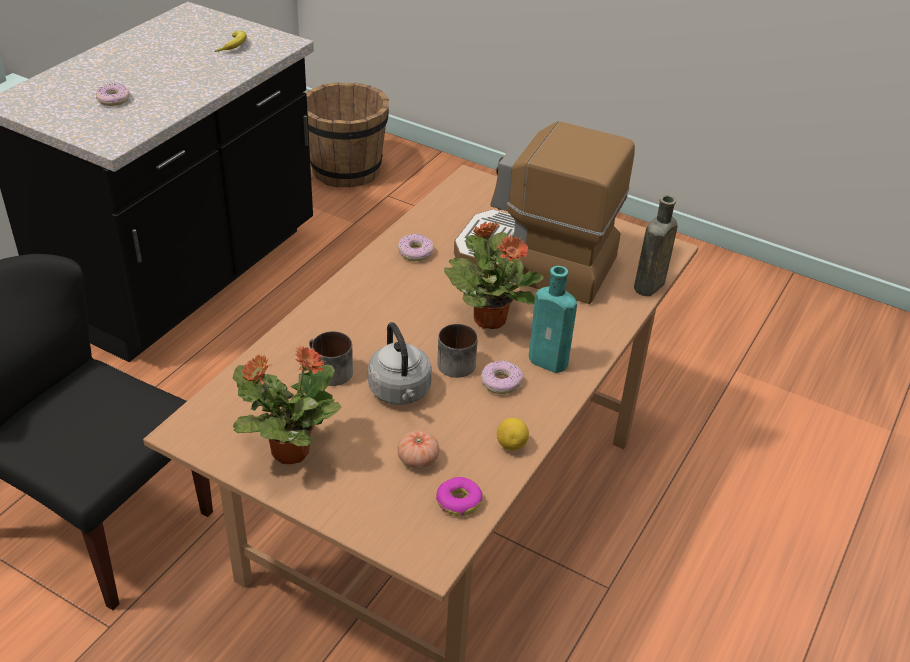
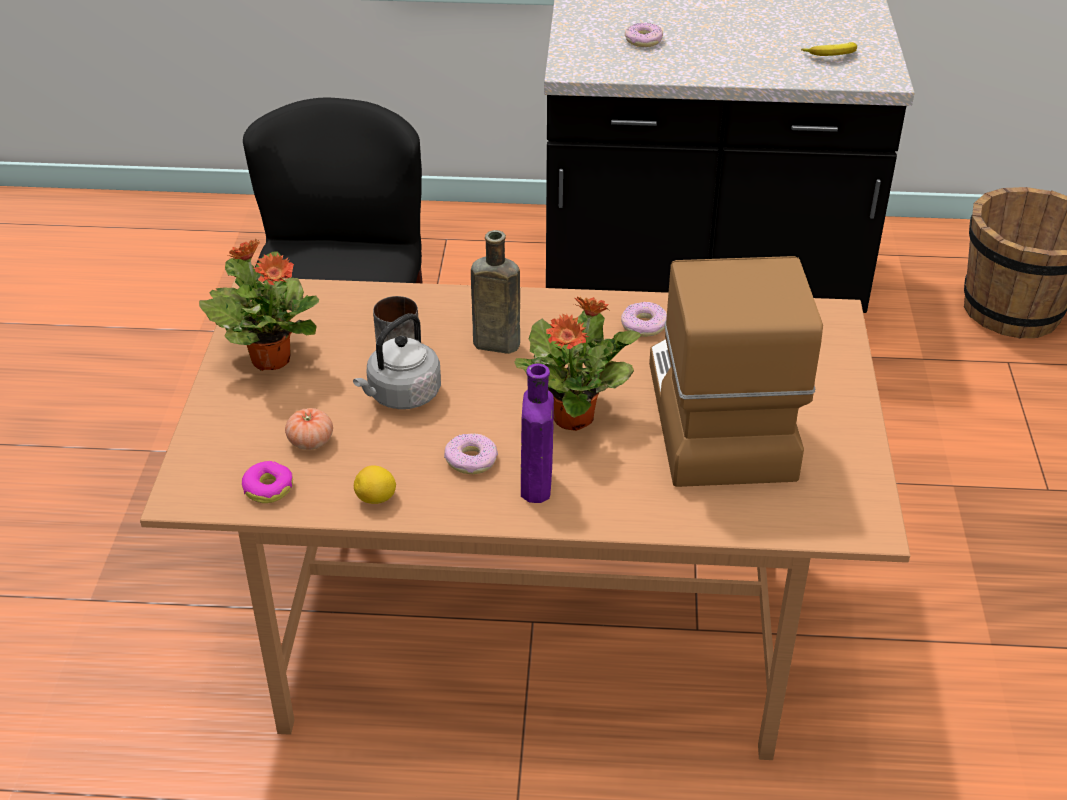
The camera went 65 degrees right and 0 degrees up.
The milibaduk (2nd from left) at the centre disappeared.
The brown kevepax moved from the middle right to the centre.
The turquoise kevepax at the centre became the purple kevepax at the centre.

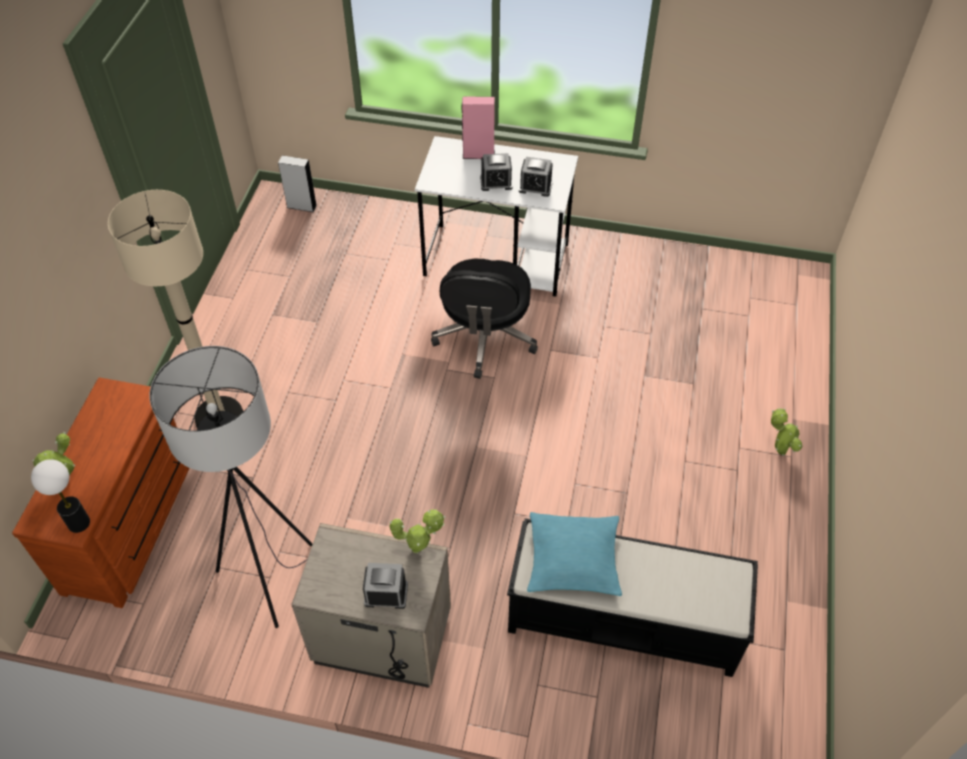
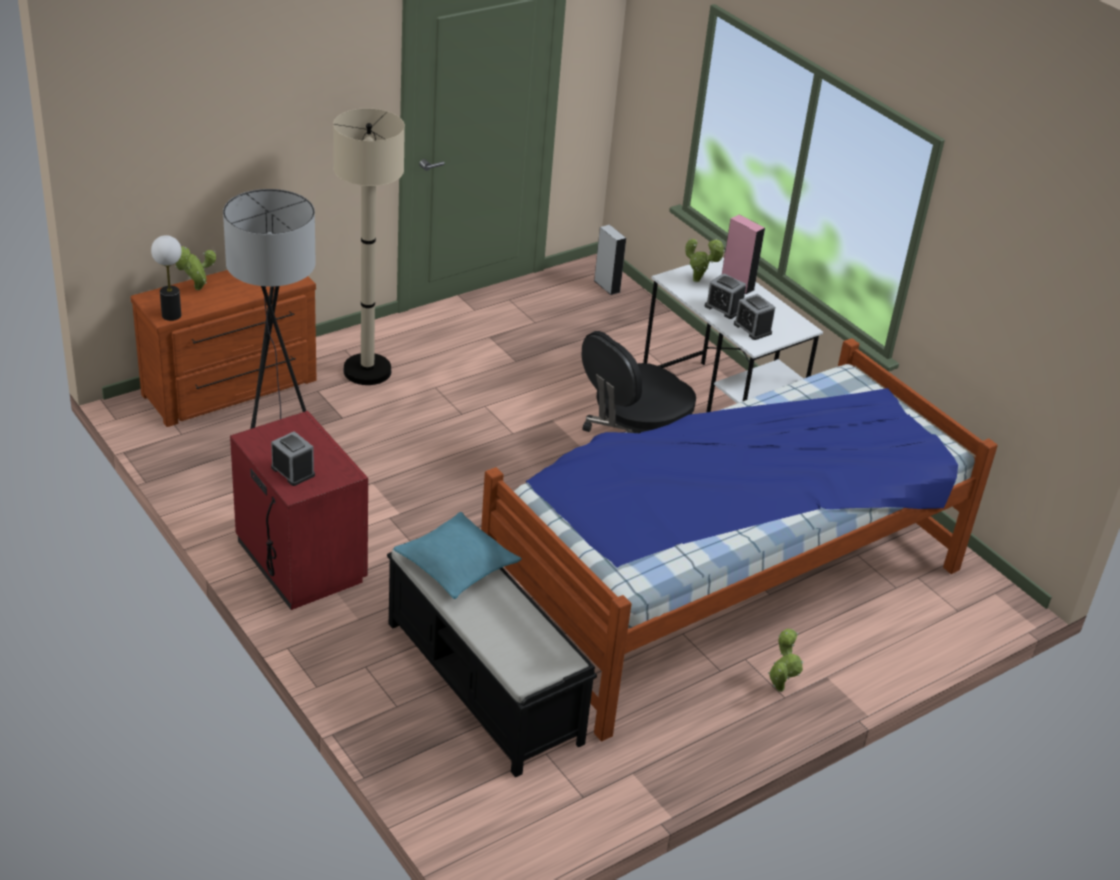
The camera went 40 degrees right and 15 degrees down.
The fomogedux at the centre appeared.
The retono (2nd from left) moved from the bottom centre to the top centre.
The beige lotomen at the bottom centre became the red lotomen at the middle left.

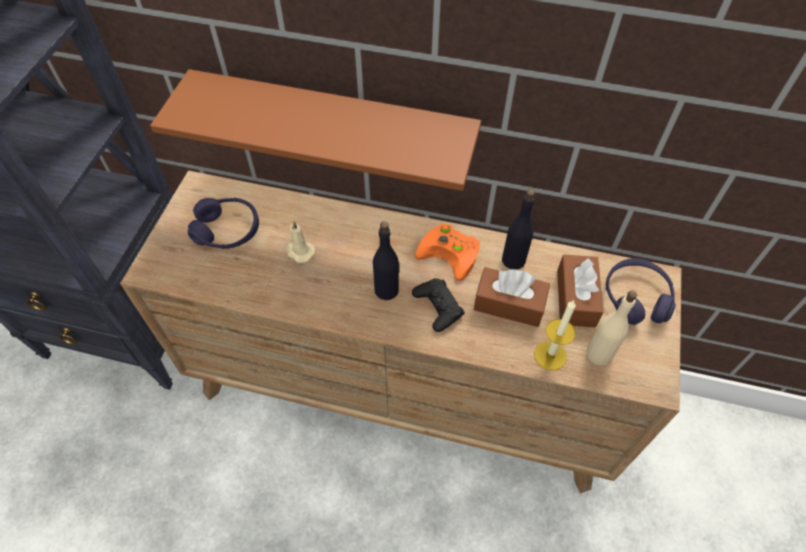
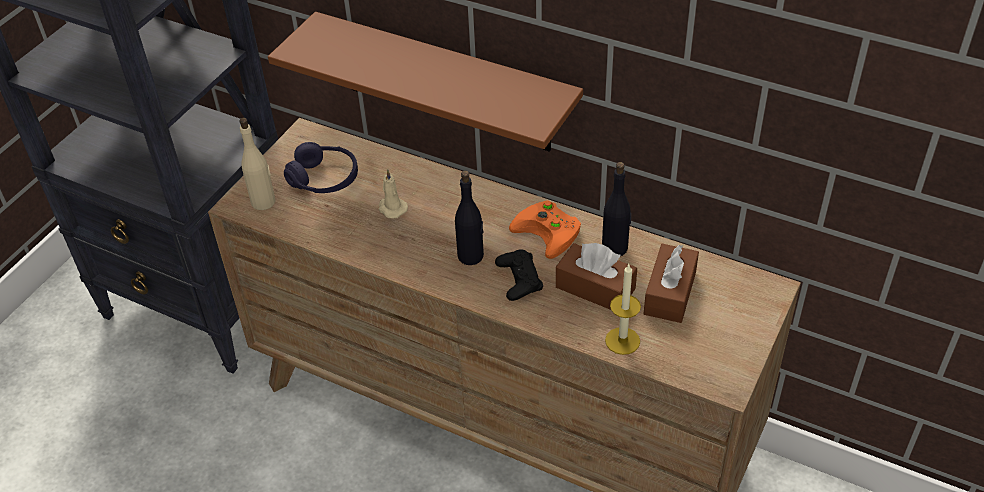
The camera went 15 degrees right and 10 degrees down.
The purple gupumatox (2nd from left) at the middle right disappeared.
The beige kevepax moved from the middle right to the top left.

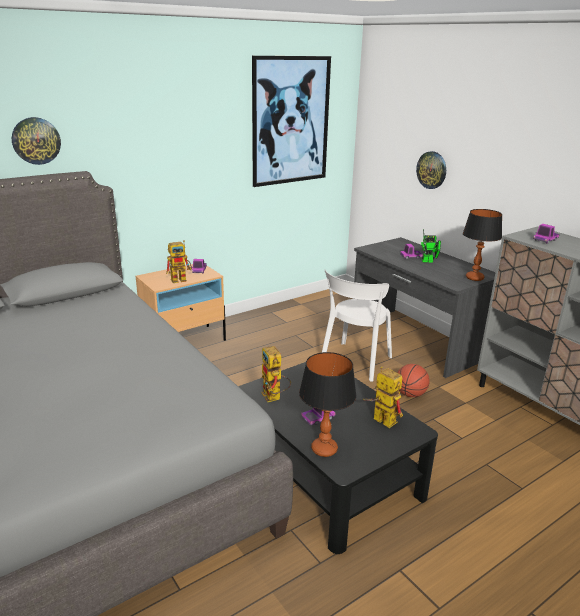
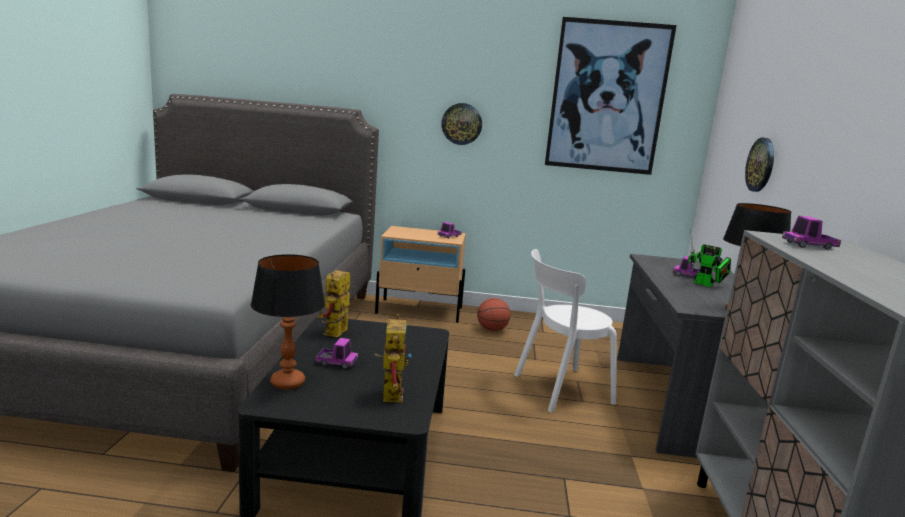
The camera went 40 degrees right and 10 degrees down.
The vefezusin (1st from left) at the middle left disappeared.
The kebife (1st from left) moved from the top left to the top centre.
The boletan moved from the middle right to the centre.

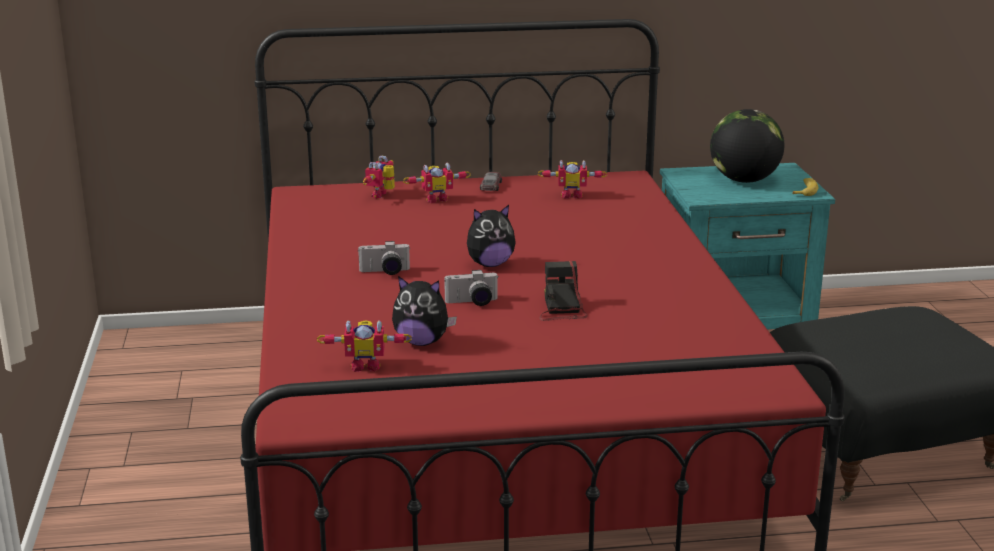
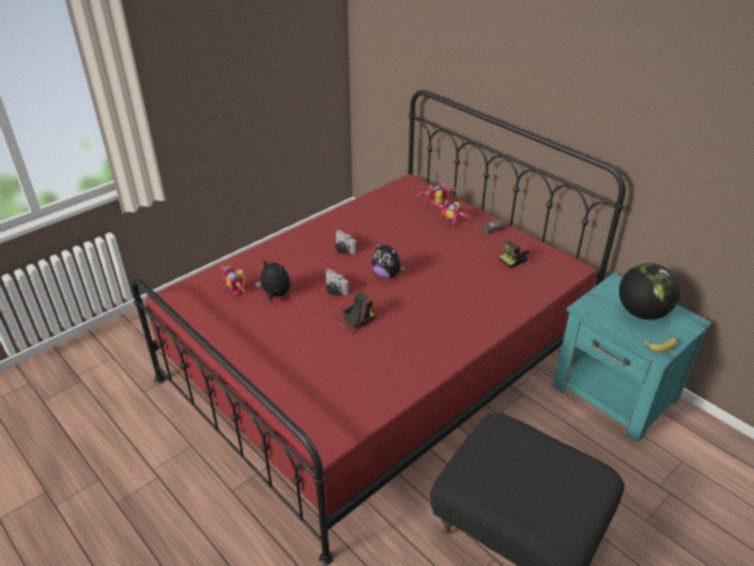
The camera went 55 degrees right and 15 degrees up.
The vefezusin (4th from left) at the top centre was replaced by the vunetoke (4th from left) at the middle right.
The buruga (1st from left) at the centre turned 135 degrees clockwise.

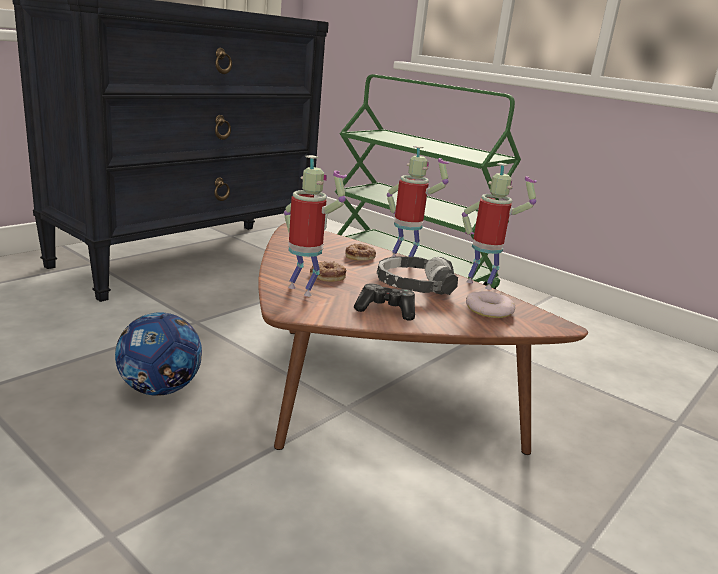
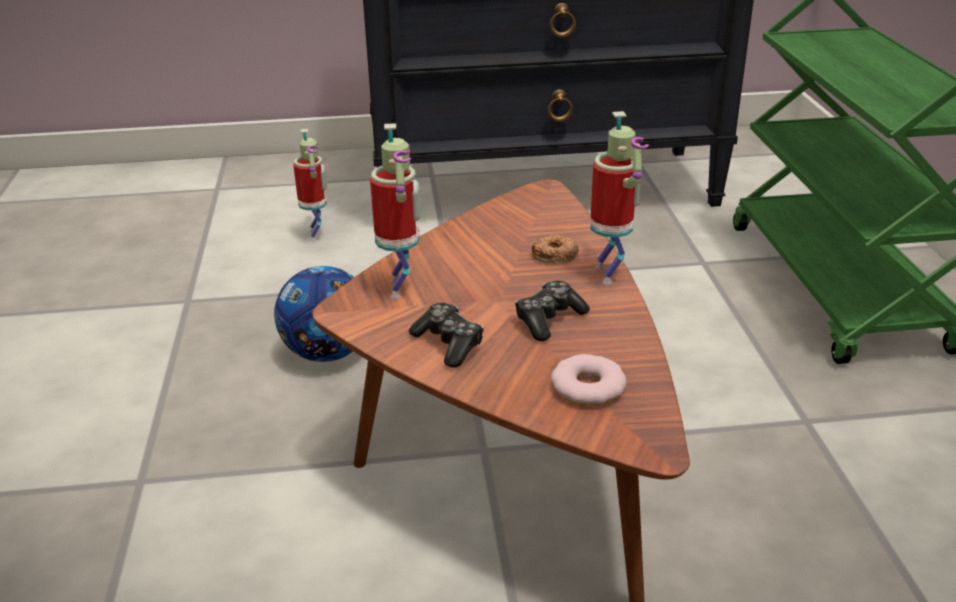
The camera went 45 degrees right and 10 degrees up.
The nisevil (1st from left) at the centre disappeared.
The vefezusin (3rd from left in the first image) moved from the middle right to the top left.
The gupumatox at the centre was replaced by the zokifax (2nd from left) at the centre.

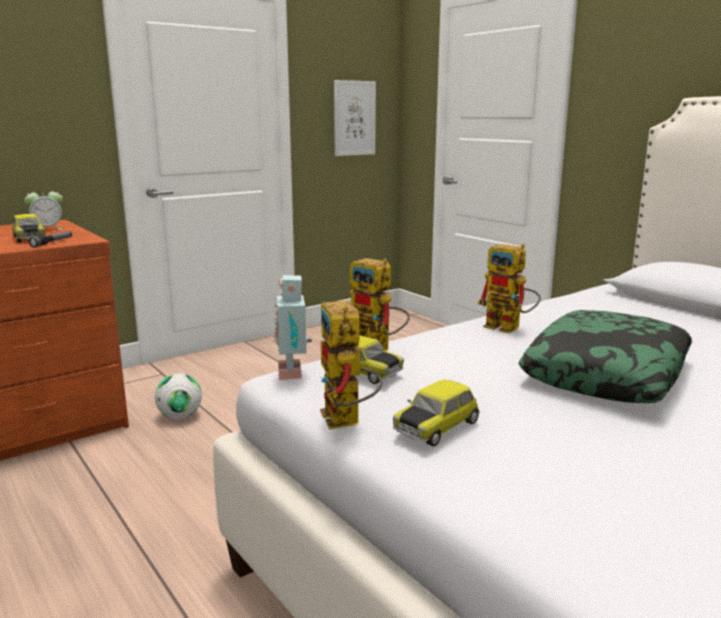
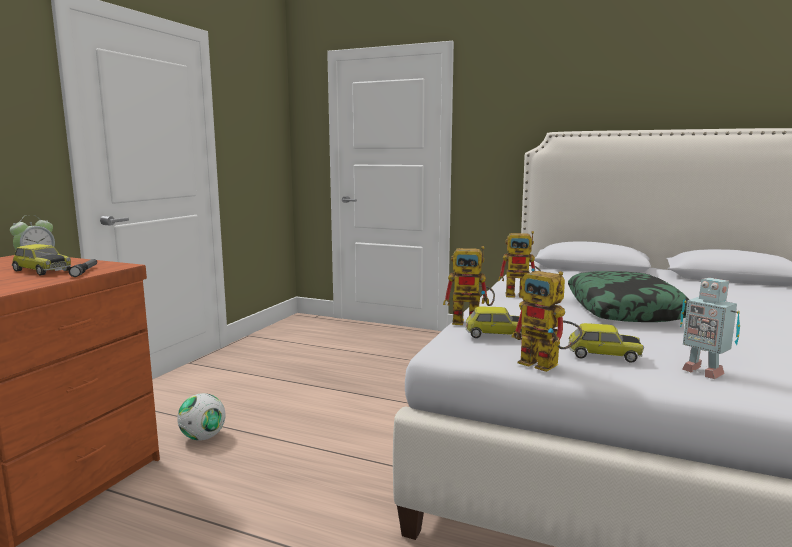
The camera went 30 degrees left and 5 degrees down.
The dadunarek at the top centre disappeared.
The vefezusin (1st from left in the first image) moved from the centre to the middle right.
The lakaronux (3rd from left) at the bottom centre turned 90 degrees counterclockwise.

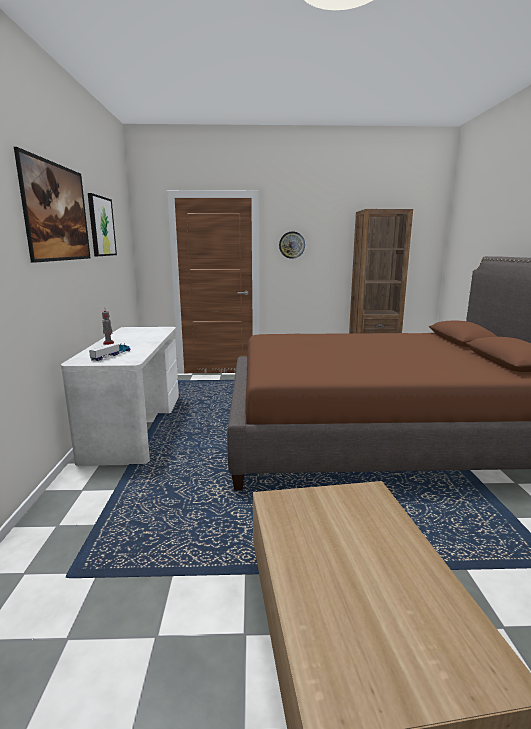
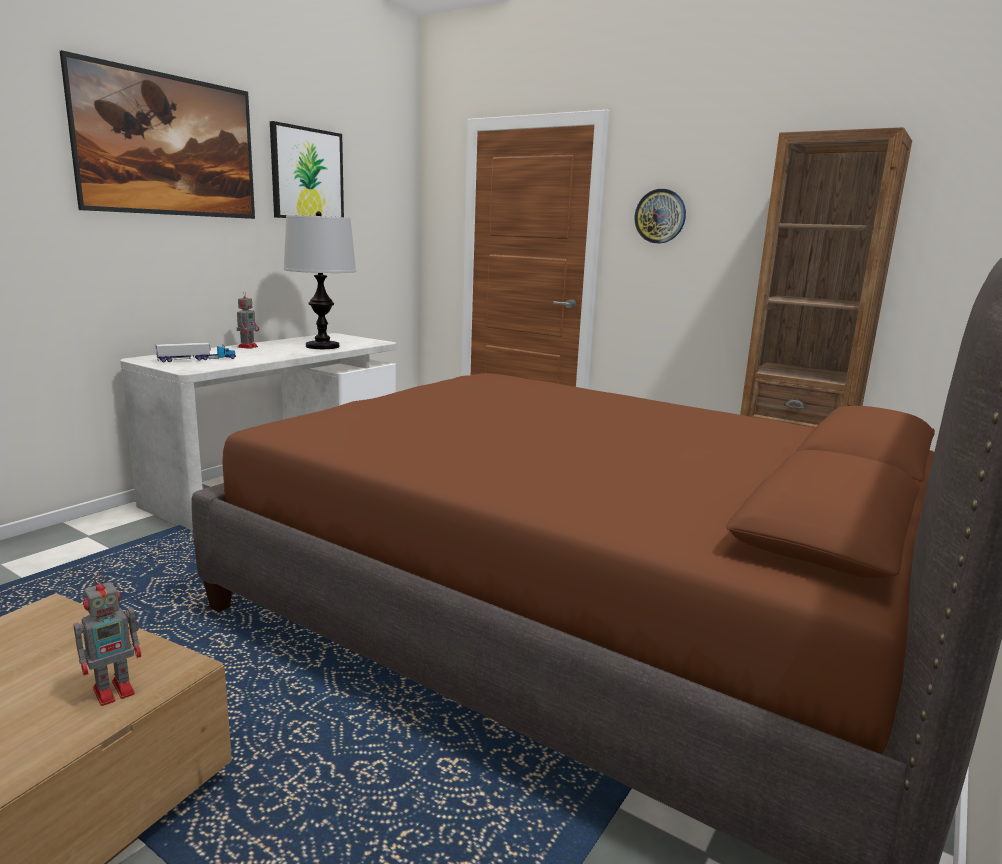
The camera went 35 degrees right and 0 degrees up.
The vefezusin (1st from left) at the bottom left appeared.
The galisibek at the top left appeared.

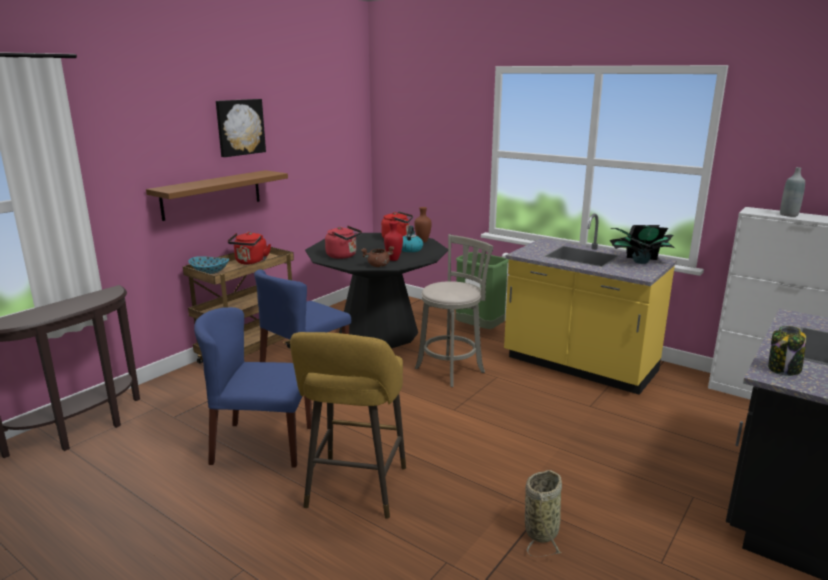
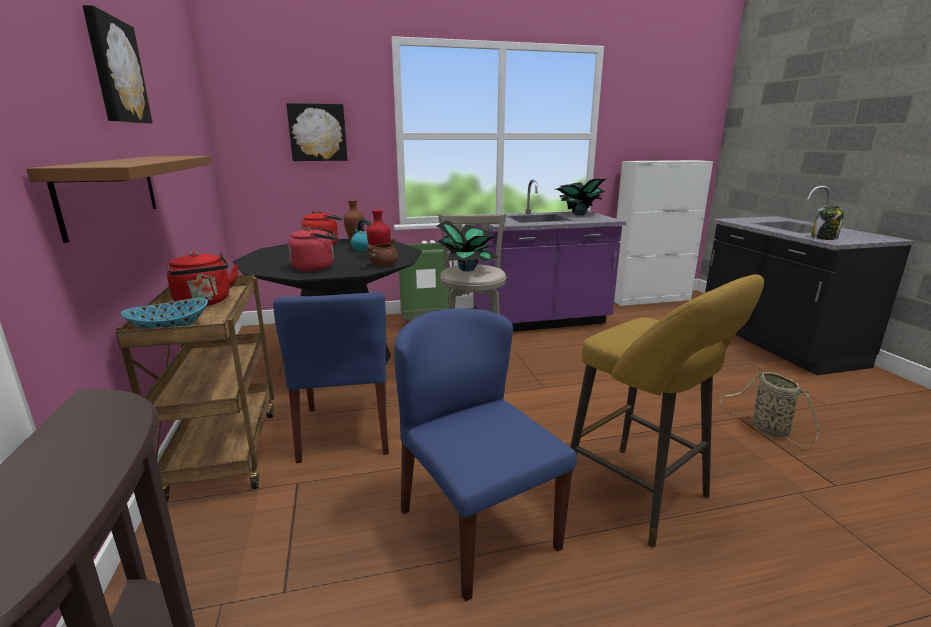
The camera went 50 degrees left and 0 degrees up.
The grey kevepax at the top right disappeared.
The dadunarek (2nd from left) at the top centre appeared.
The retono (1st from left) at the centre appeared.
The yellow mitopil at the middle right became the purple mitopil at the centre.
The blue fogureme (1st from left in the first image) at the bottom left turned 105 degrees clockwise.

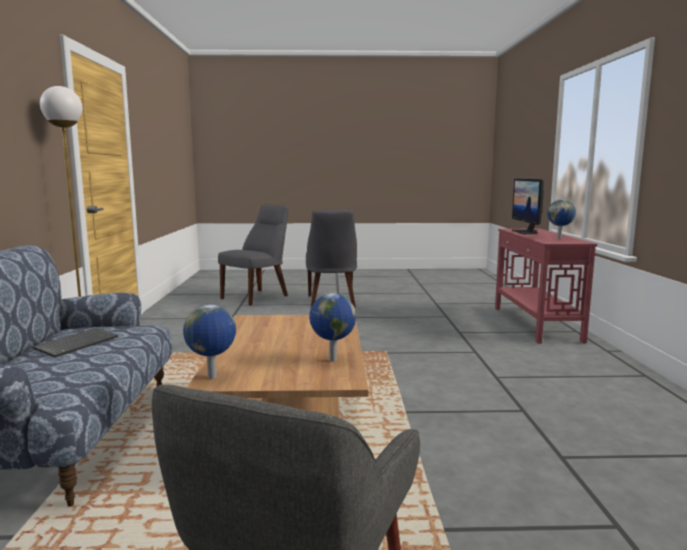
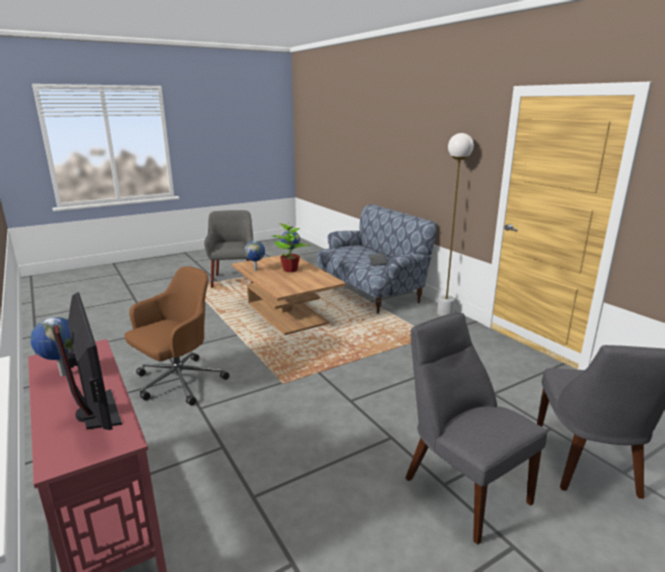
The camera went 150 degrees right and 10 degrees up.
The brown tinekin at the middle left appeared.
The retono at the centre appeared.

